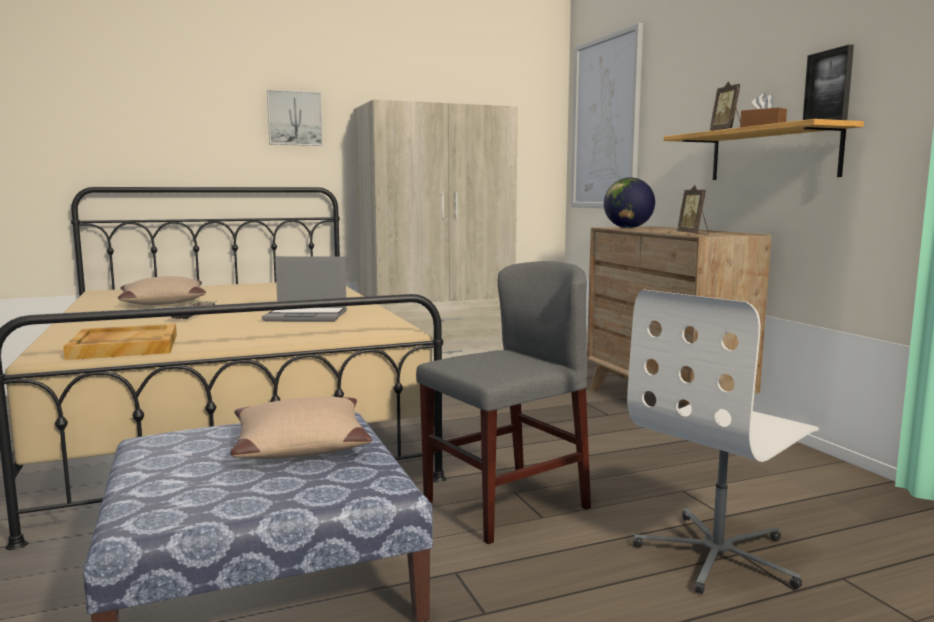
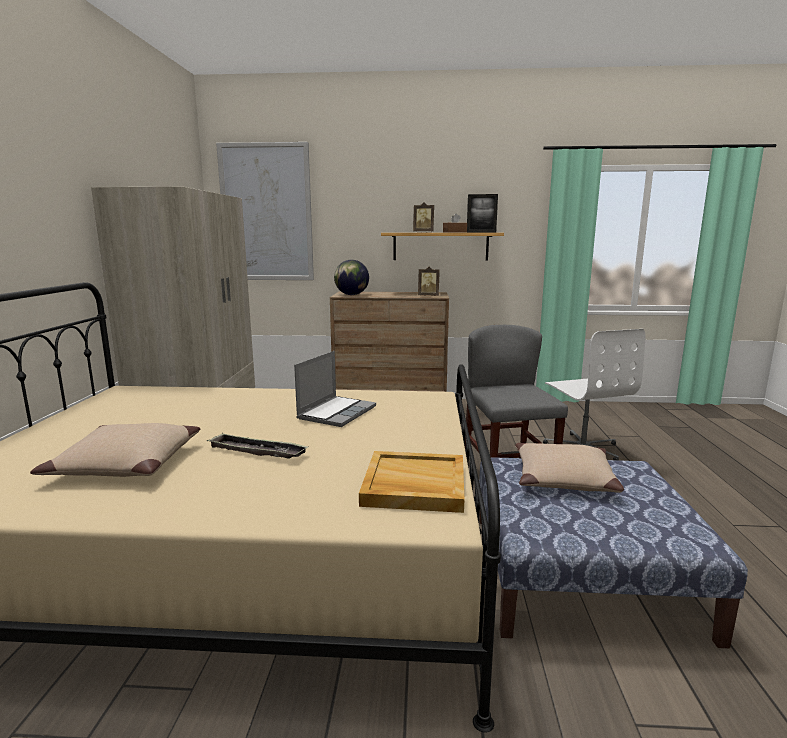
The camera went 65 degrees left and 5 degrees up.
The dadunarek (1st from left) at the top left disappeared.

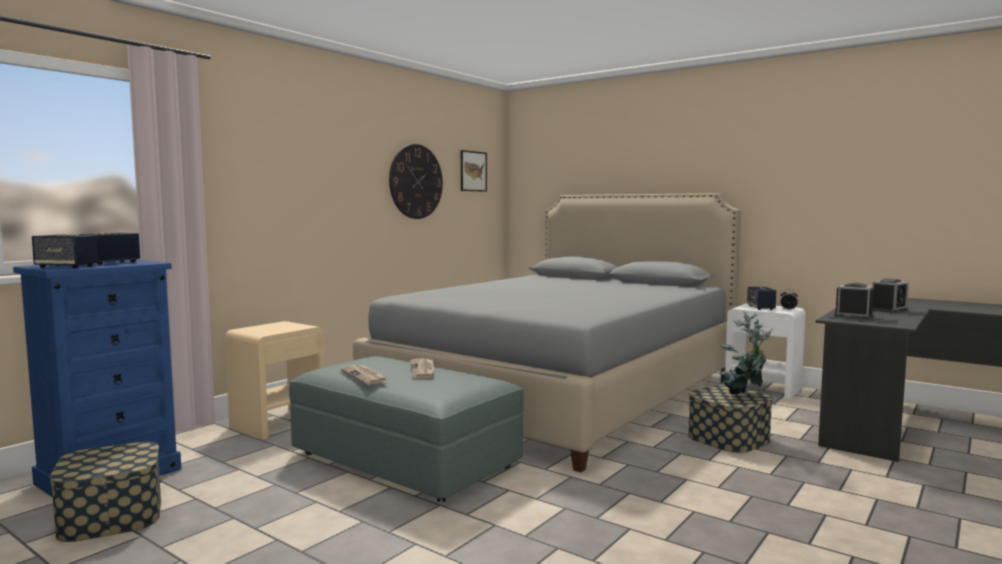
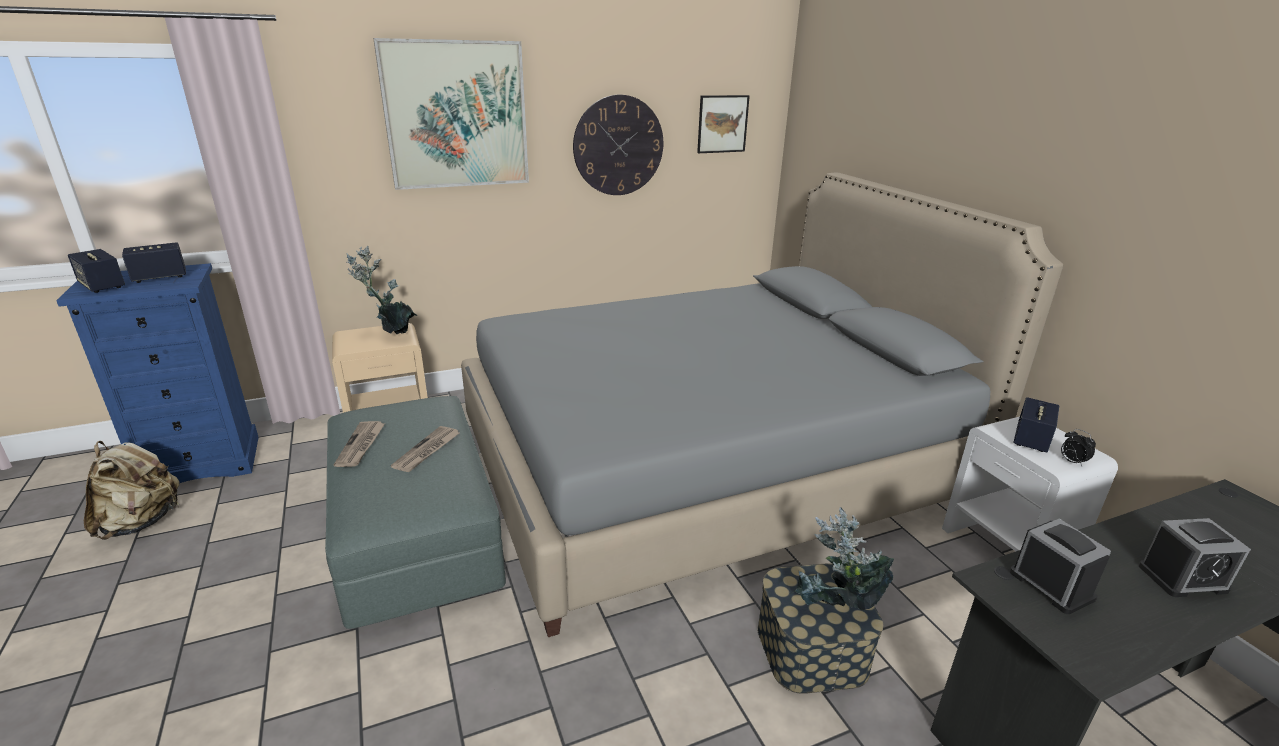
The camera went 30 degrees right and 20 degrees up.
The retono (1st from left) at the middle left appeared.
The dadunarek (1st from left) at the top centre appeared.
The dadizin (1st from left) at the bottom left was replaced by the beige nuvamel at the middle left.

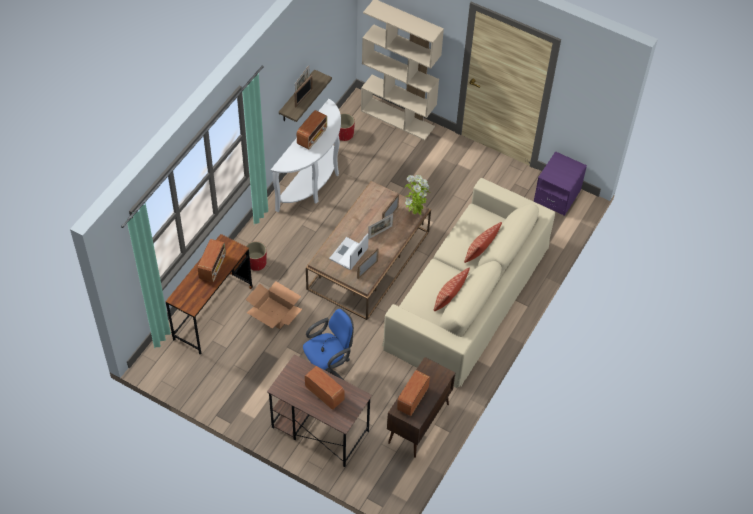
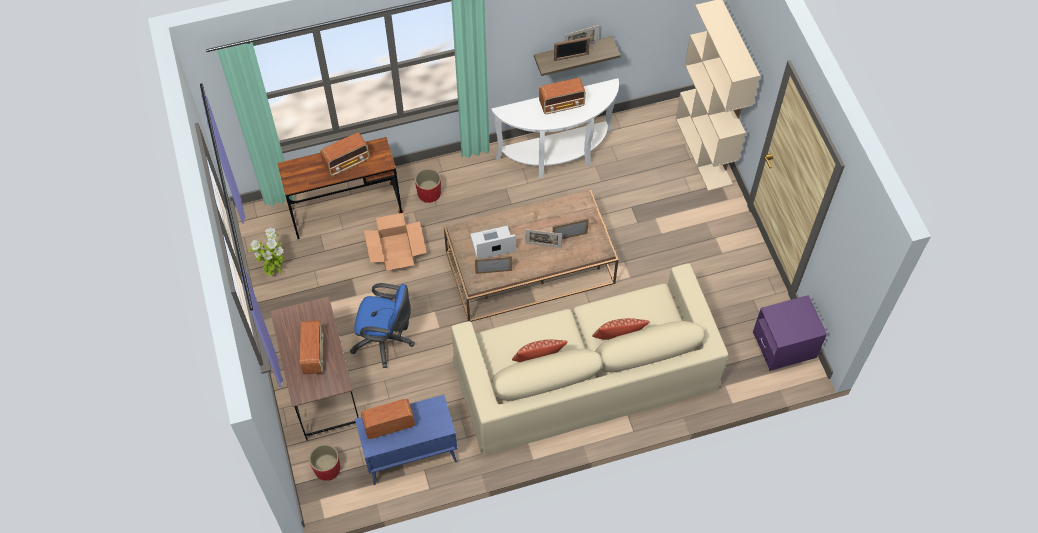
The camera went 45 degrees right and 5 degrees up.
The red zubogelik (2nd from left in the first image) moved from the top centre to the bottom left.
The retono moved from the centre to the middle left.
The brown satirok at the bottom centre became the blue satirok at the bottom centre.

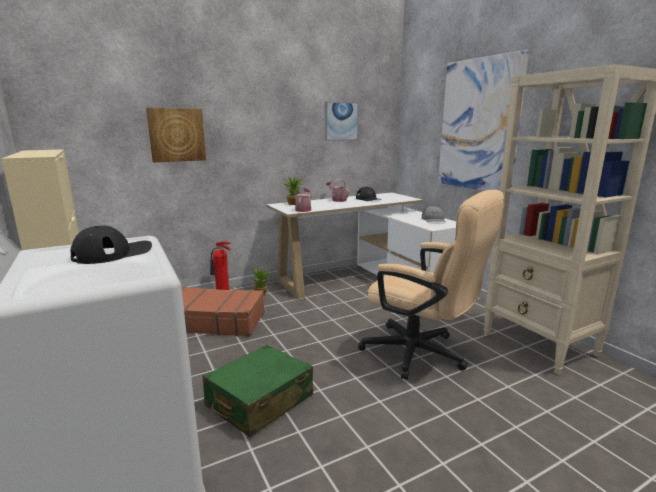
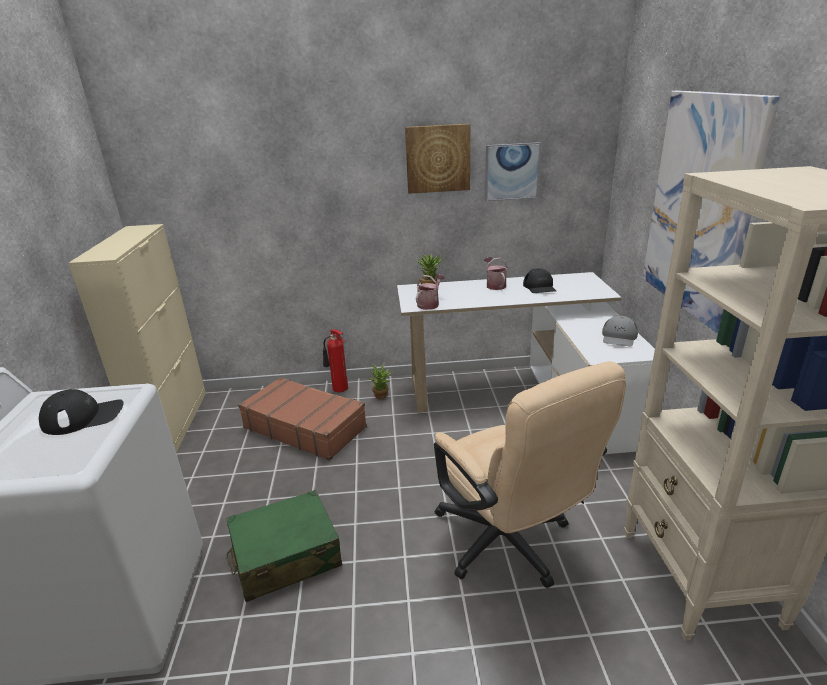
The camera went 25 degrees right and 10 degrees up.
The dadunarek (1st from left) moved from the top left to the top centre.

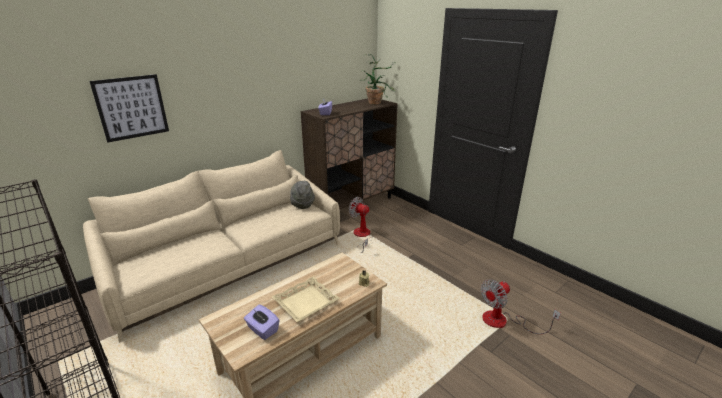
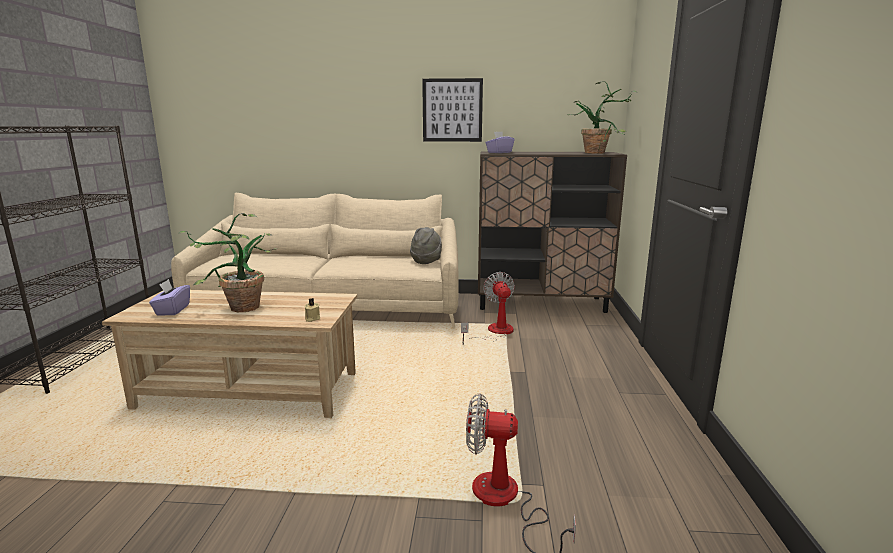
The camera went 45 degrees right and 10 degrees down.
The dadunarek moved from the top left to the top centre.
The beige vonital at the bottom centre was replaced by the retono (1st from left) at the middle left.

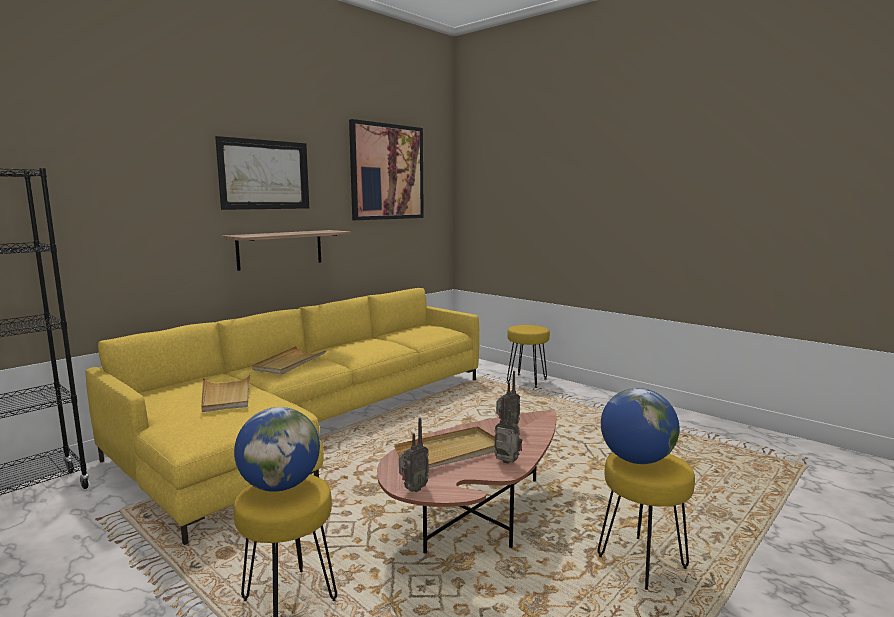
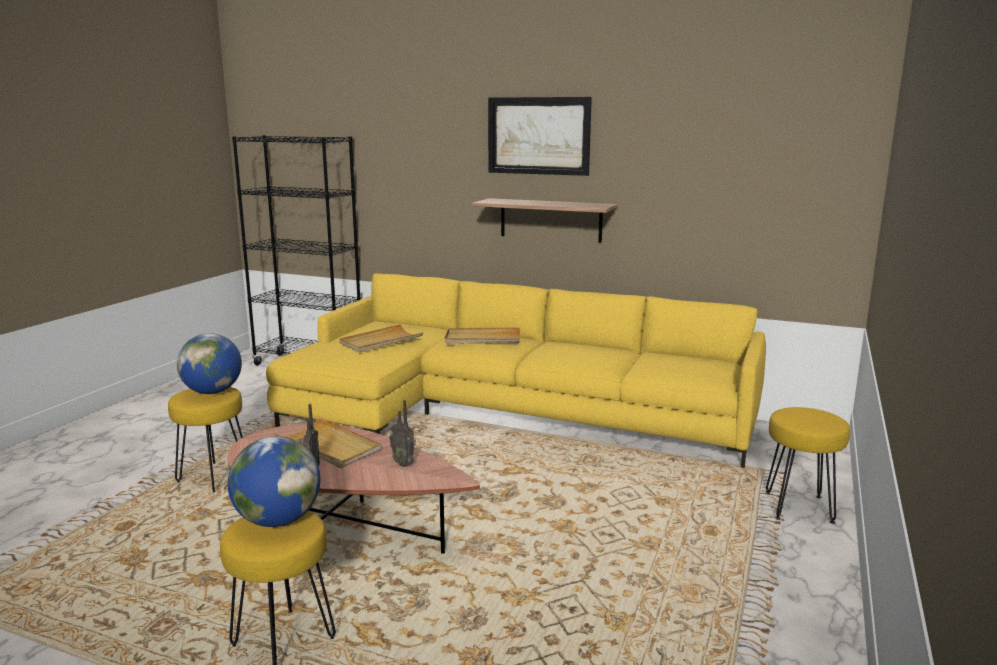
The camera went 70 degrees right and 5 degrees up.
The dadunarek (2nd from left) at the top centre disappeared.
The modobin (1st from left) at the bottom centre disappeared.

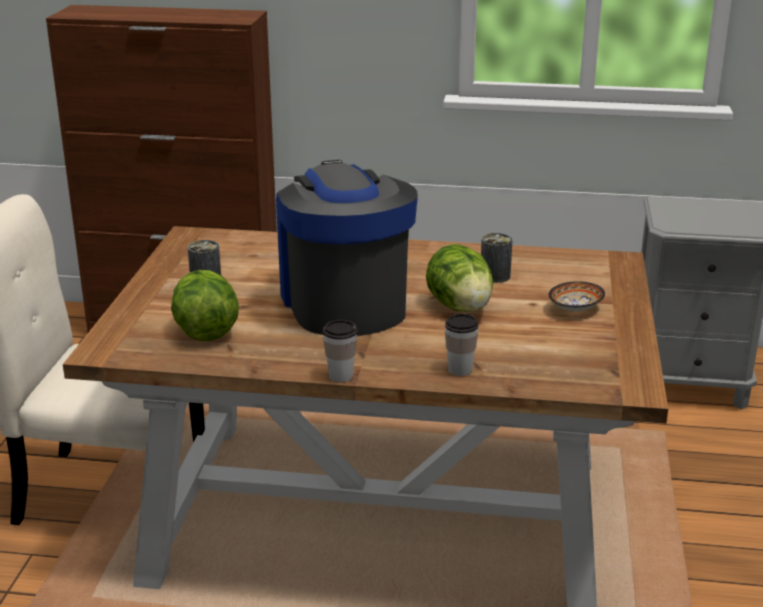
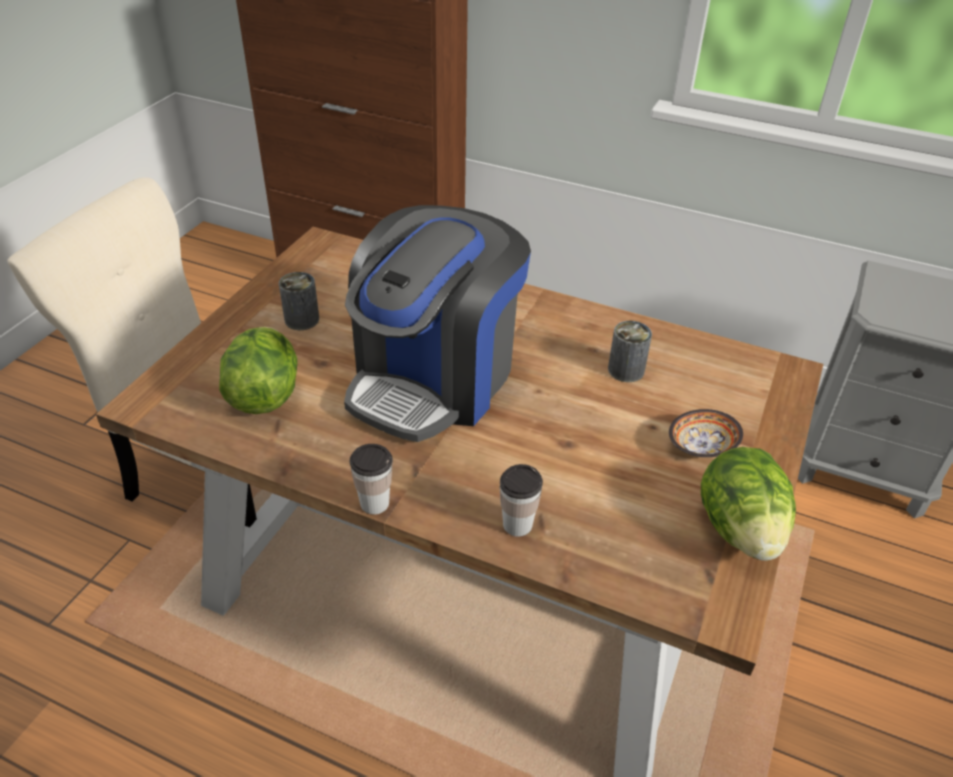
The camera went 15 degrees right and 15 degrees up.
The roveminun (2nd from left) moved from the centre to the middle right.
The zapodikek at the centre turned 150 degrees counterclockwise.

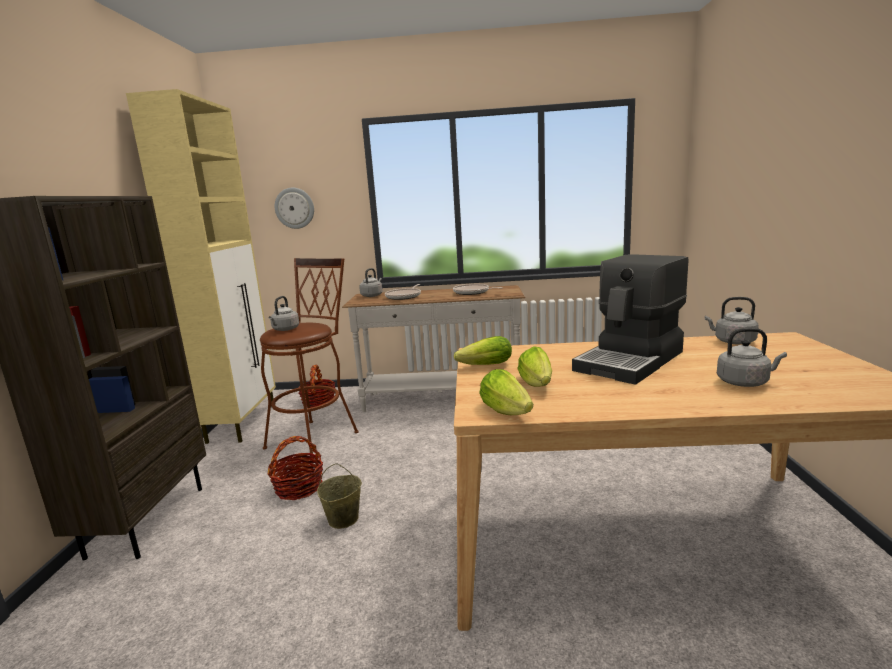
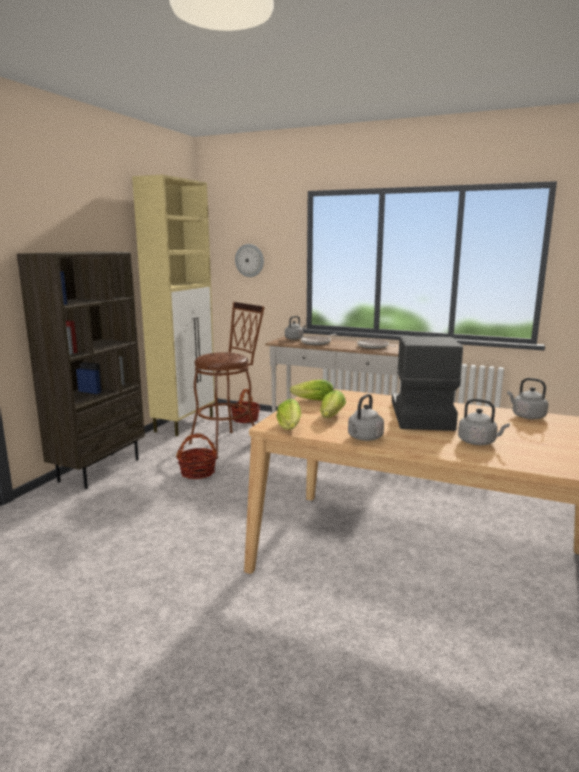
The camera went 20 degrees right and 0 degrees up.
The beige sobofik at the bottom centre disappeared.
The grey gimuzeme (1st from left in the first image) moved from the middle left to the centre.
The zapodikek at the middle right turned 120 degrees clockwise.

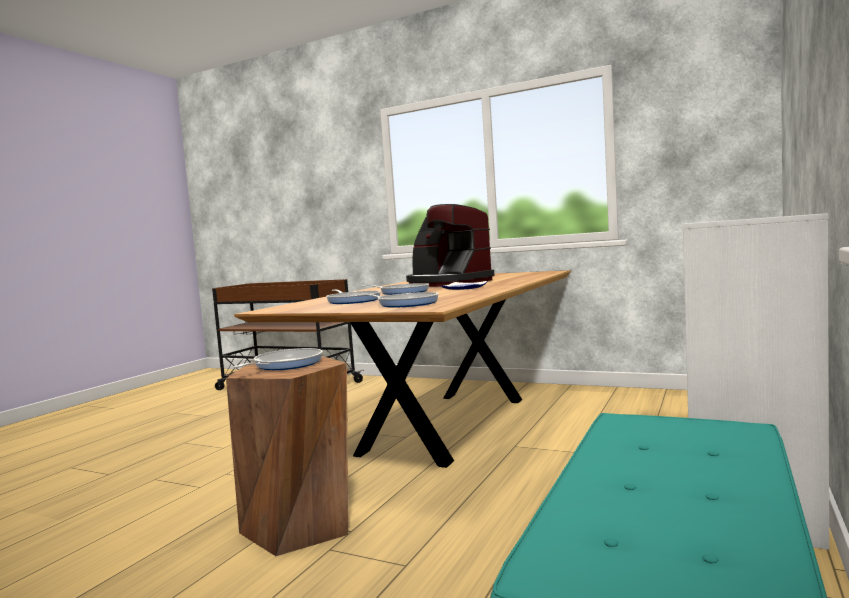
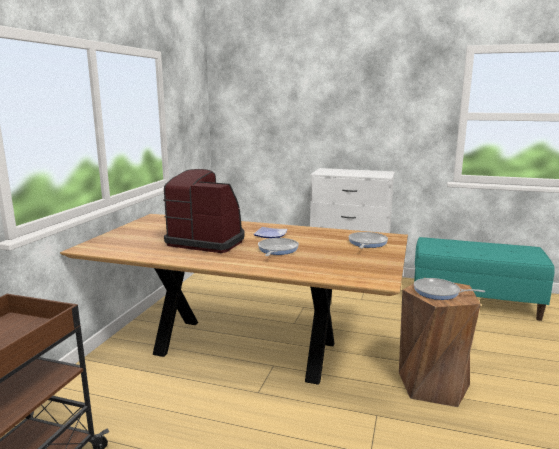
The camera went 100 degrees left and 10 degrees up.
The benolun (2nd from left) at the centre disappeared.
The zapodikek at the centre turned 105 degrees counterclockwise.

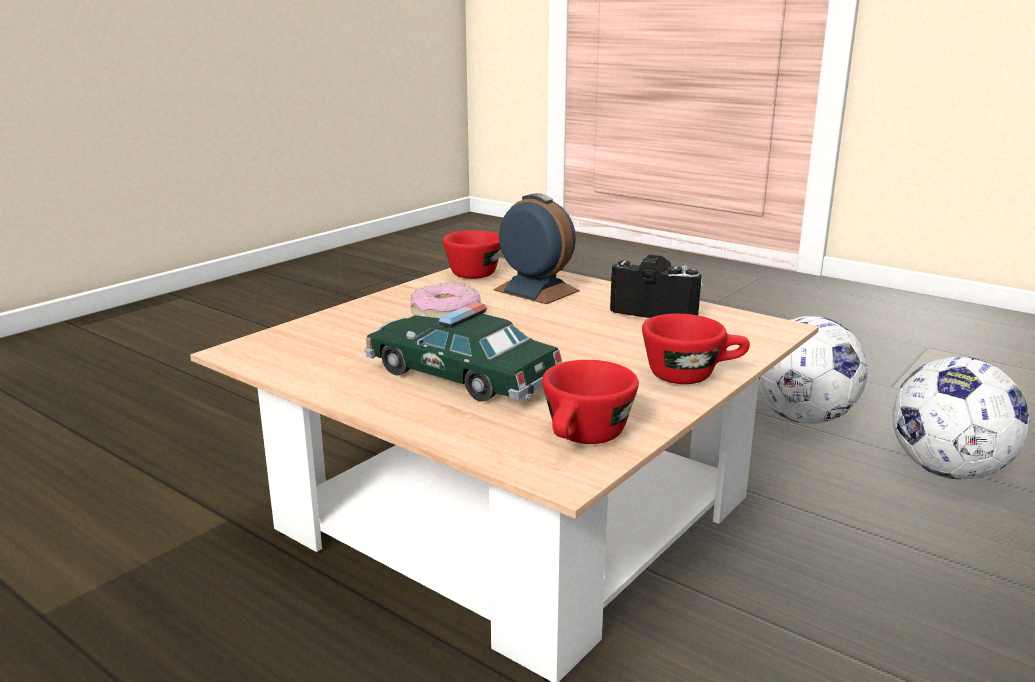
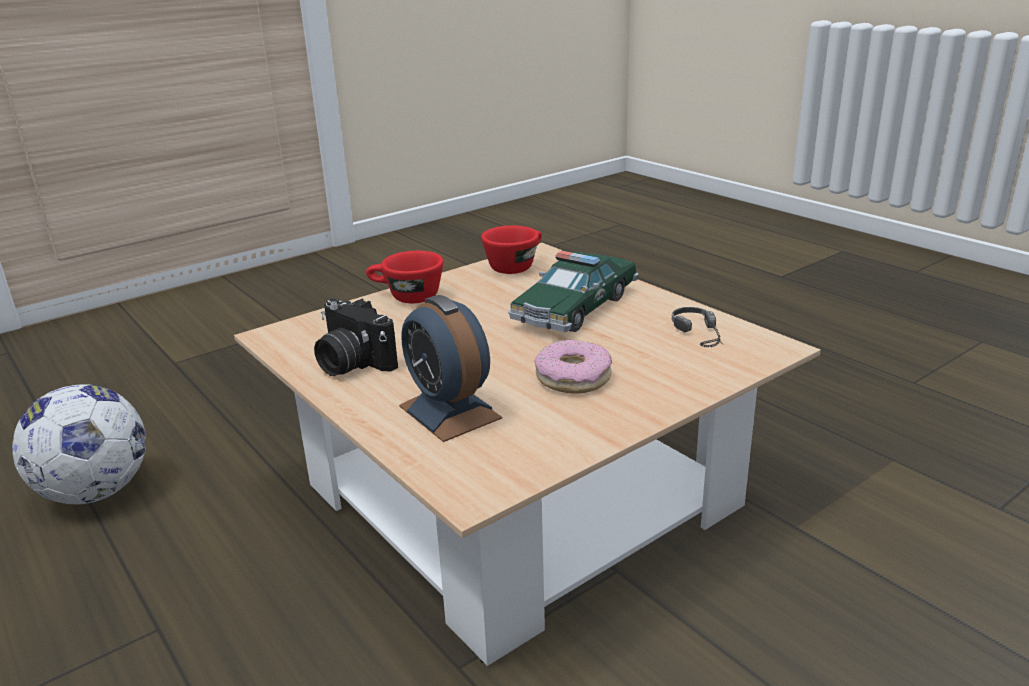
The camera went 165 degrees left and 5 degrees up.
The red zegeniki (1st from left) at the centre disappeared.
The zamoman (1st from left) at the middle right disappeared.
The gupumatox at the middle right appeared.
The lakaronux at the centre turned 75 degrees clockwise.

